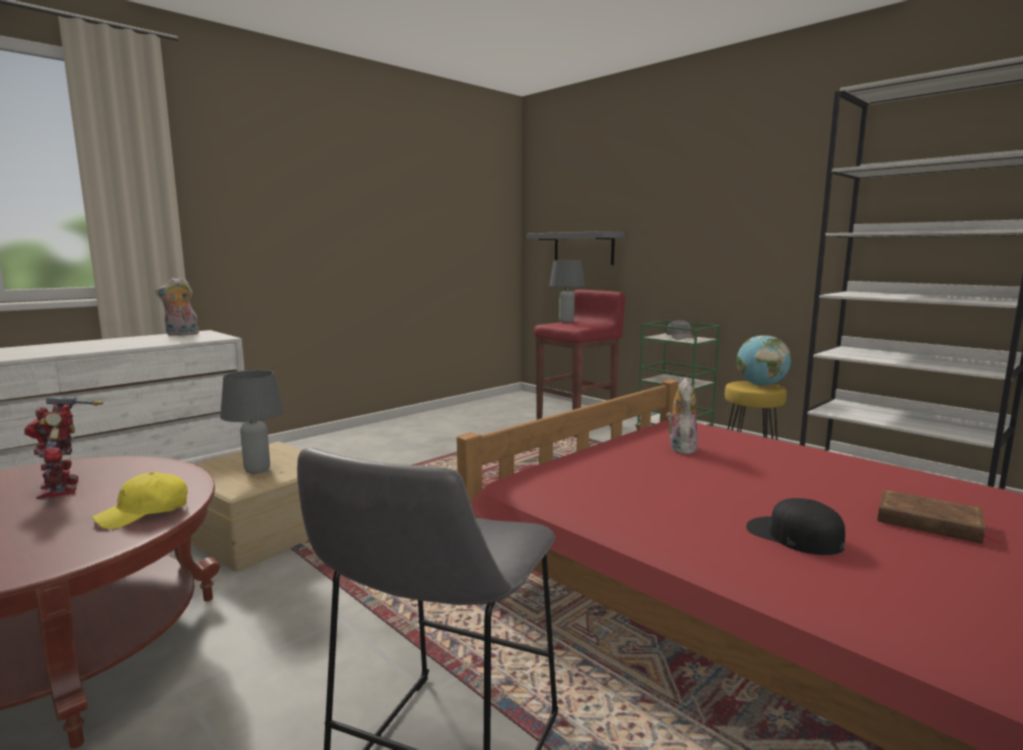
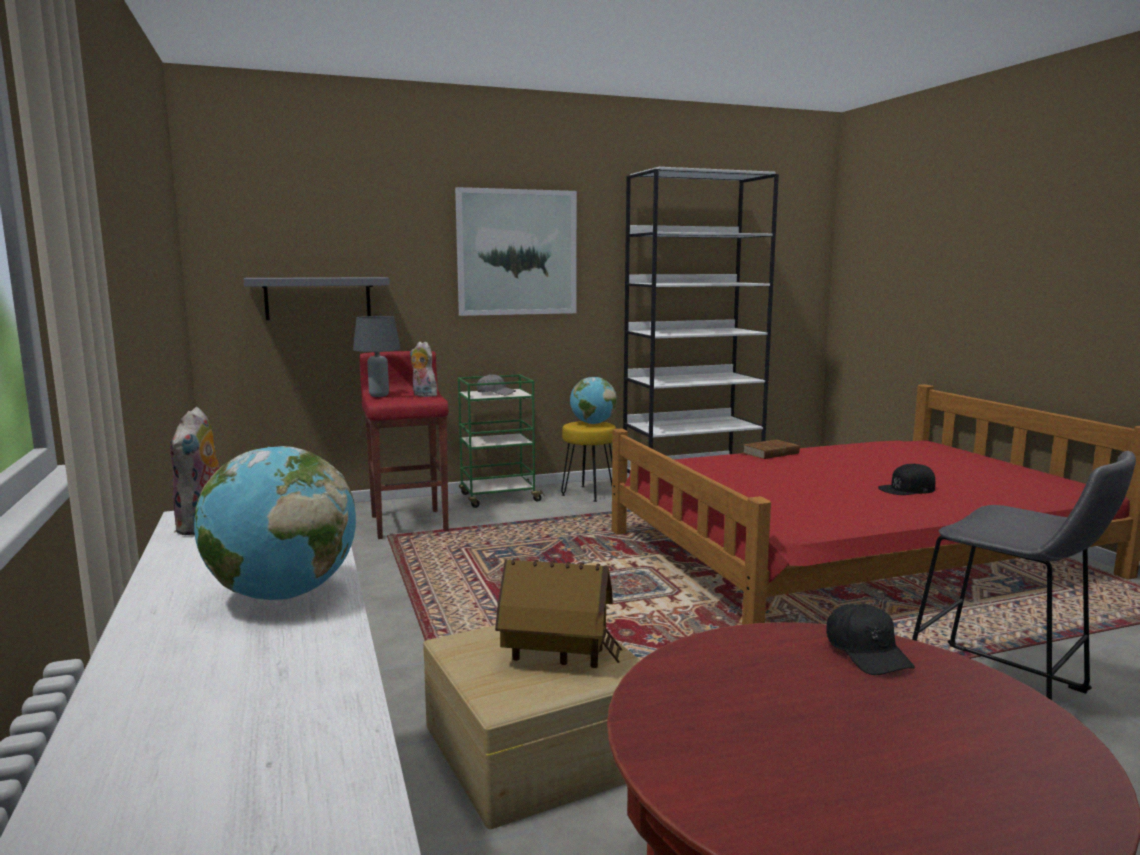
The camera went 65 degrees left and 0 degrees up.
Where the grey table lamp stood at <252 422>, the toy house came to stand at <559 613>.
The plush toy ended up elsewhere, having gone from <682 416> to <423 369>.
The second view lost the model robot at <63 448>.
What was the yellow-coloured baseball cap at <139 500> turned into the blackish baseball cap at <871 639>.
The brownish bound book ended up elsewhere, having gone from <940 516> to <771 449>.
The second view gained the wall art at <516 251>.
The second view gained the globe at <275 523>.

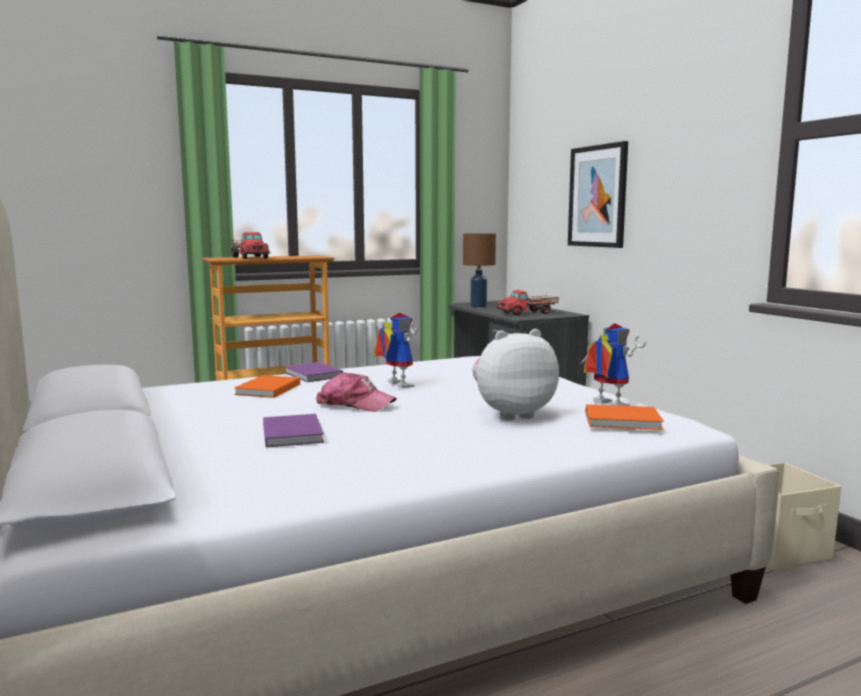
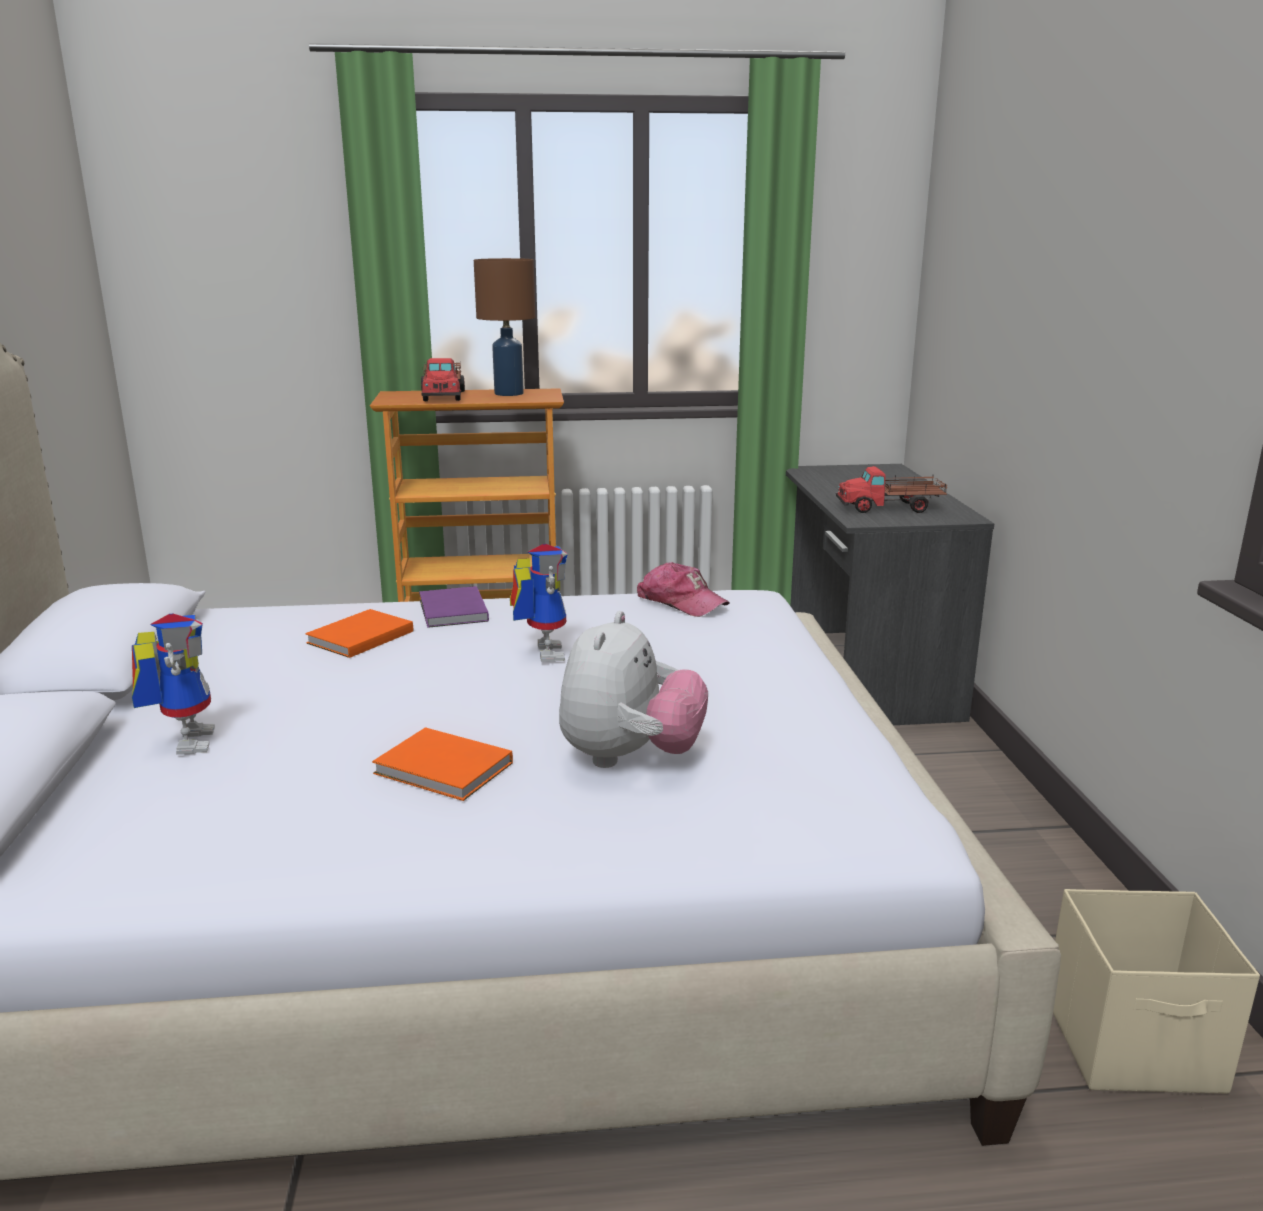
The camera went 20 degrees right and 10 degrees up.
The second view lost the wall art at <598 194>.
The brownish table lamp ended up elsewhere, having gone from <479 270> to <504 327>.
The model robot ended up elsewhere, having gone from <613 364> to <173 684>.
The plush toy at <515 374> ended up facing another way, 105 degrees clockwise from before.
The baseball cap ended up elsewhere, having gone from <356 392> to <683 589>.
The orangey bound book ended up elsewhere, having gone from <624 417> to <442 764>.
The second view lost the purplish bound book at <293 430>.

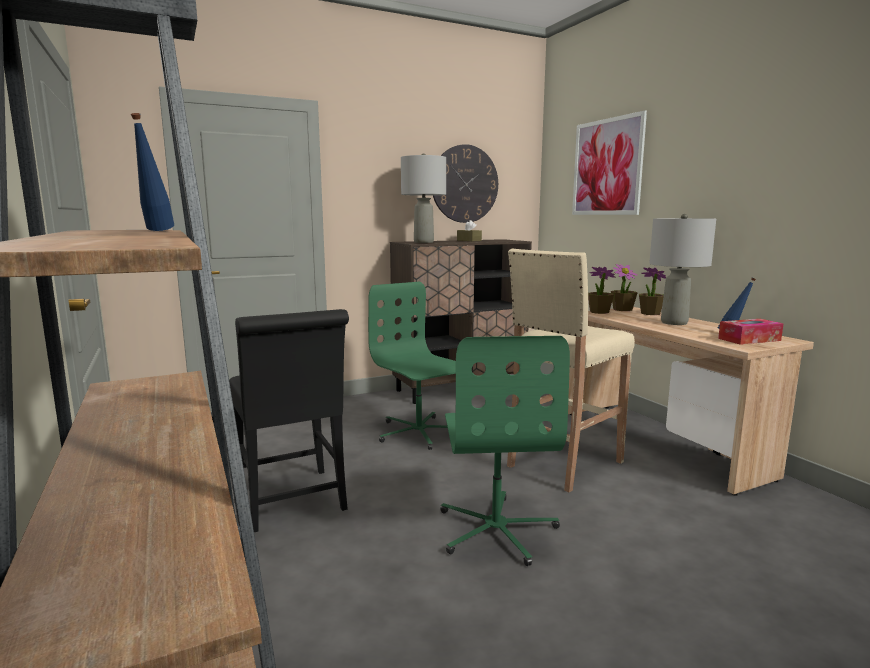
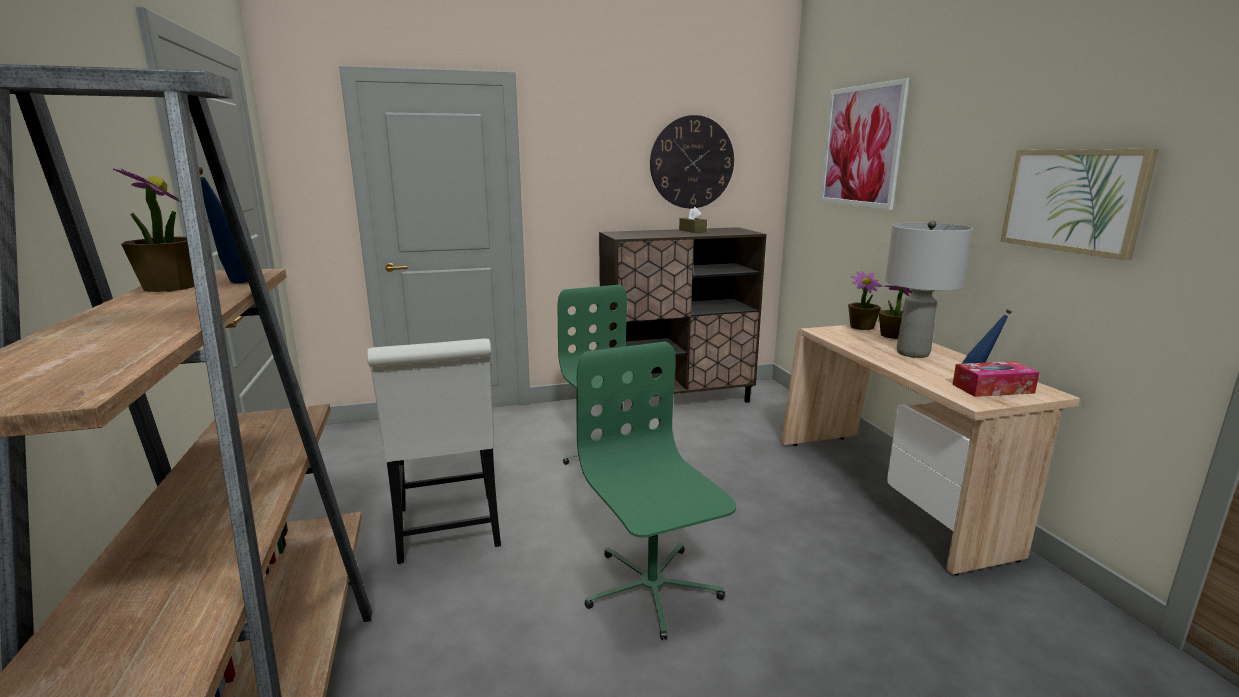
The camera went 10 degrees right and 5 degrees up.
The second view lost the grey table lamp at <423 198>.
The second view lost the beige-coloured stool at <571 370>.
The plant in a pot ended up elsewhere, having gone from <601 290> to <153 230>.
What was the blackish chair at <289 420> turned into the whitish chair at <434 451>.
The green desk chair at <505 451> ended up facing another way, 150 degrees clockwise from before.
The second view gained the wall art at <1080 204>.

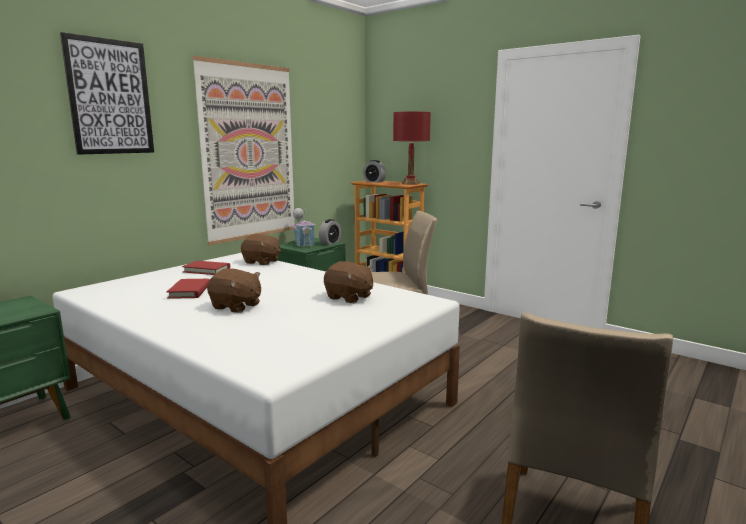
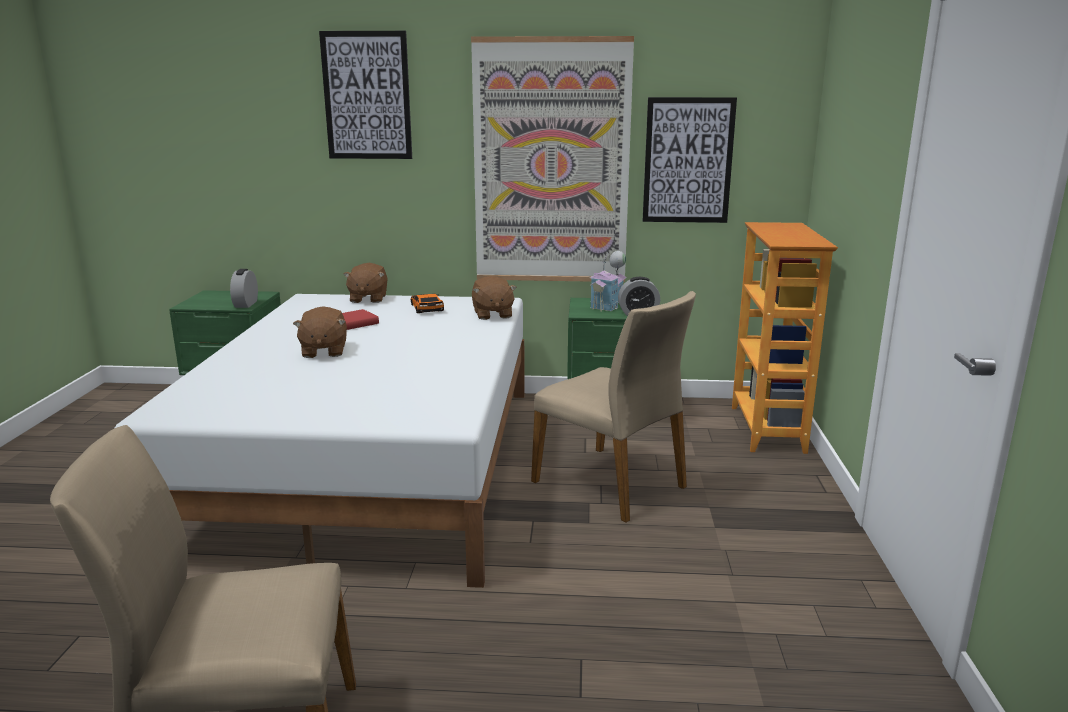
The camera went 55 degrees right and 5 degrees up.
The second view lost the red-coloured table lamp at <412 148>.
The table clock ended up elsewhere, having gone from <374 171> to <244 288>.
Where the red-coloured bound book stood at <206 268>, the toy car came to stand at <427 303>.
The brownish plush toy ended up elsewhere, having gone from <348 282> to <365 283>.
The second view gained the wall art at <690 160>.

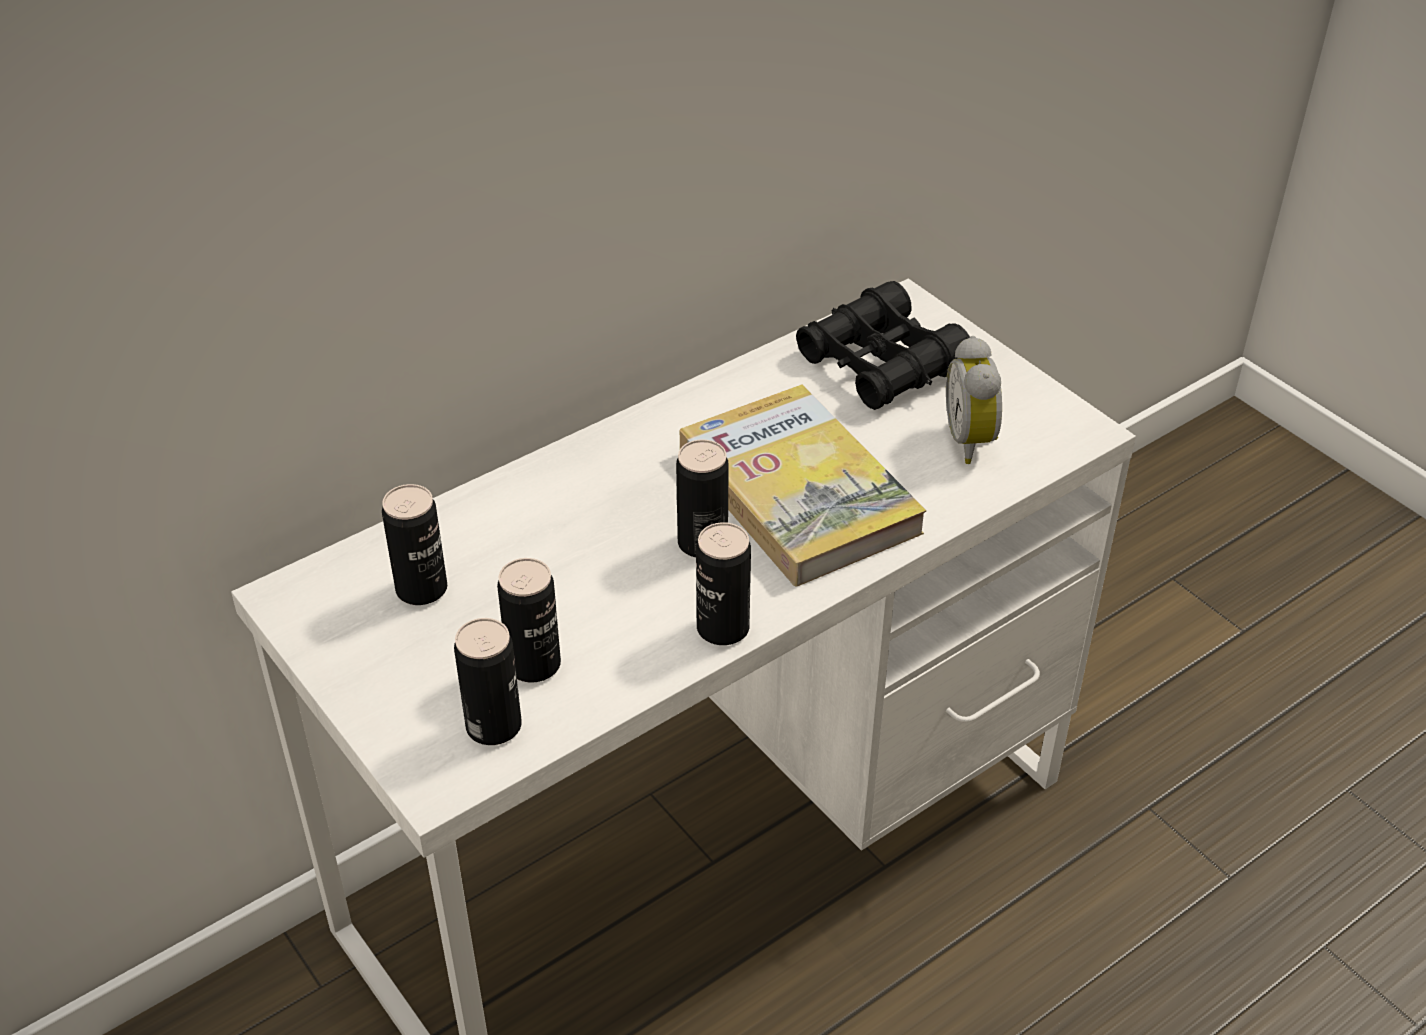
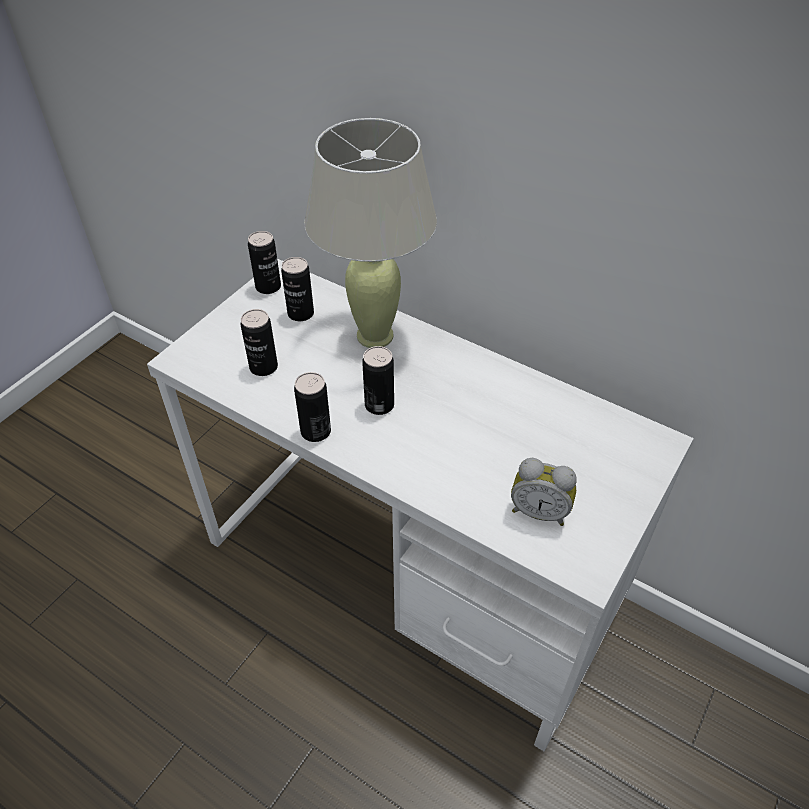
The camera went 70 degrees right and 5 degrees up.
The second view lost the blackish field glasses at <883 345>.
The table clock at <974 400> ended up facing another way, 135 degrees counterclockwise from before.
The second view lost the bound book at <803 485>.
The sealed can ended up elsewhere, having gone from <488 681> to <264 262>.
The second view gained the beige-coloured table lamp at <370 233>.

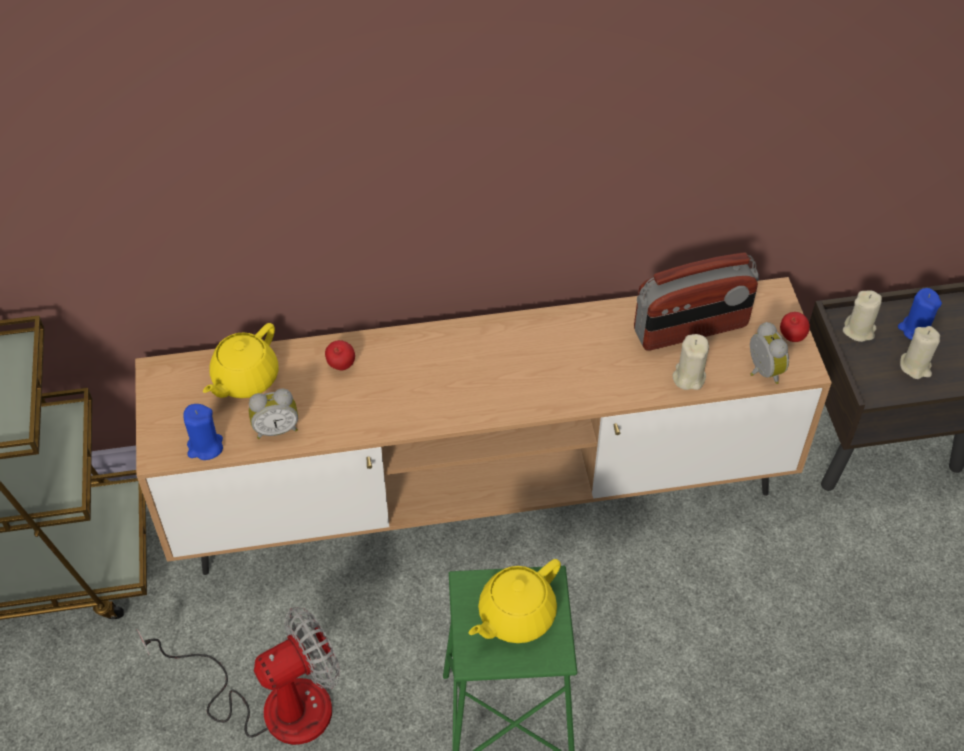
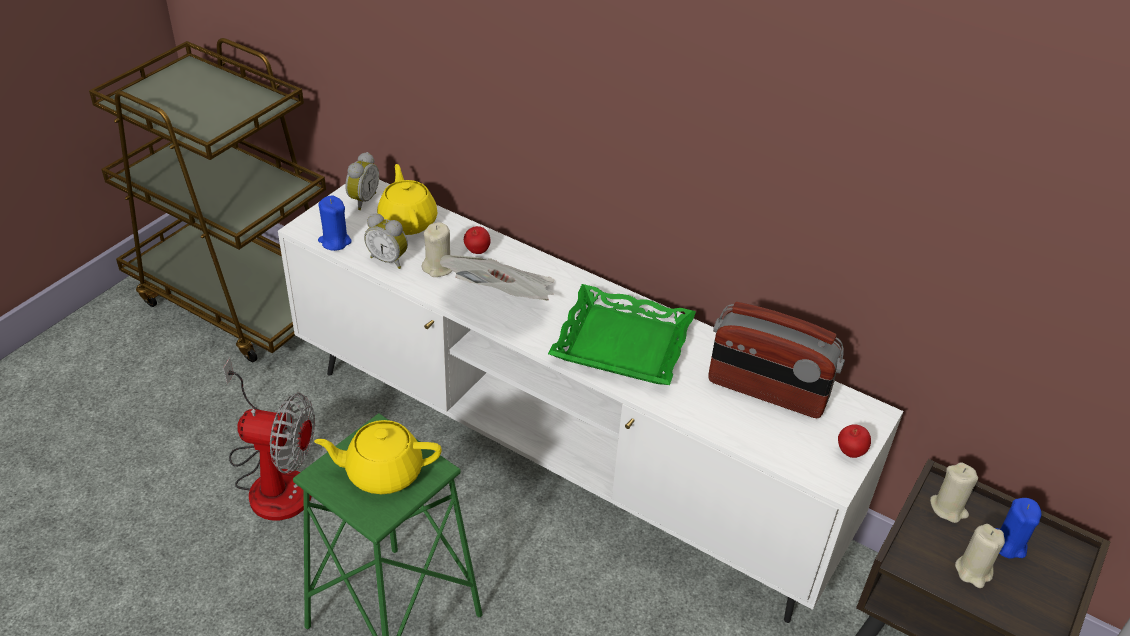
The camera went 40 degrees right and 10 degrees down.
What was the brownish media console at <483 426> turned into the whitish media console at <590 401>.
The table clock ended up elsewhere, having gone from <769 353> to <362 181>.
The yellow-coloured teapot at <241 360> ended up facing another way, 90 degrees clockwise from before.
The beige-coloured wax light ended up elsewhere, having gone from <691 362> to <436 249>.
The second view gained the printed paper at <497 278>.
The second view gained the green tray at <622 334>.

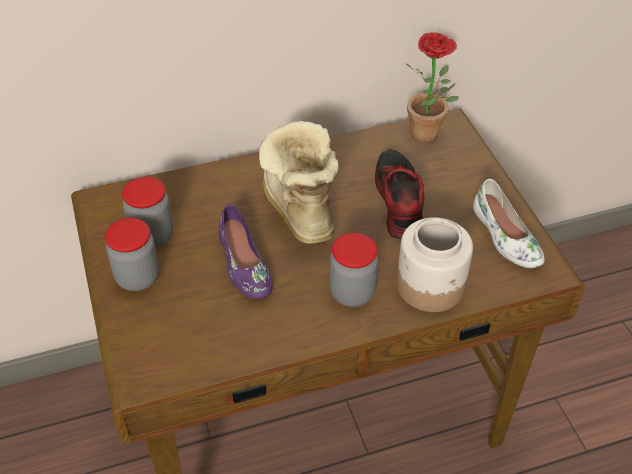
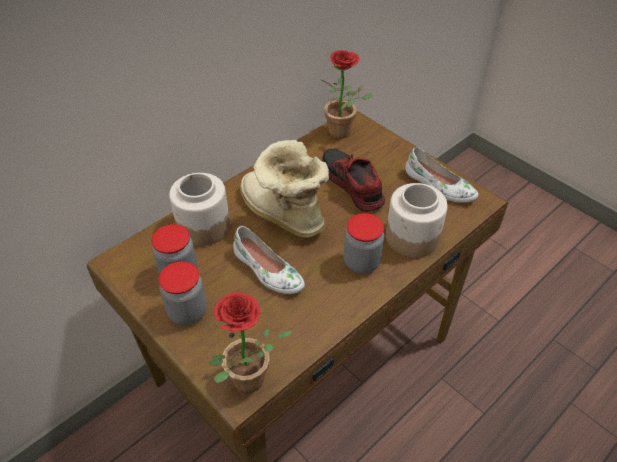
The camera went 25 degrees left and 0 degrees up.
What was the purplish item of footwear at <246 251> turned into the whitish item of footwear at <269 260>.
The second view gained the storage jar at <199 209>.
The second view gained the plant in a pot at <250 342>.

